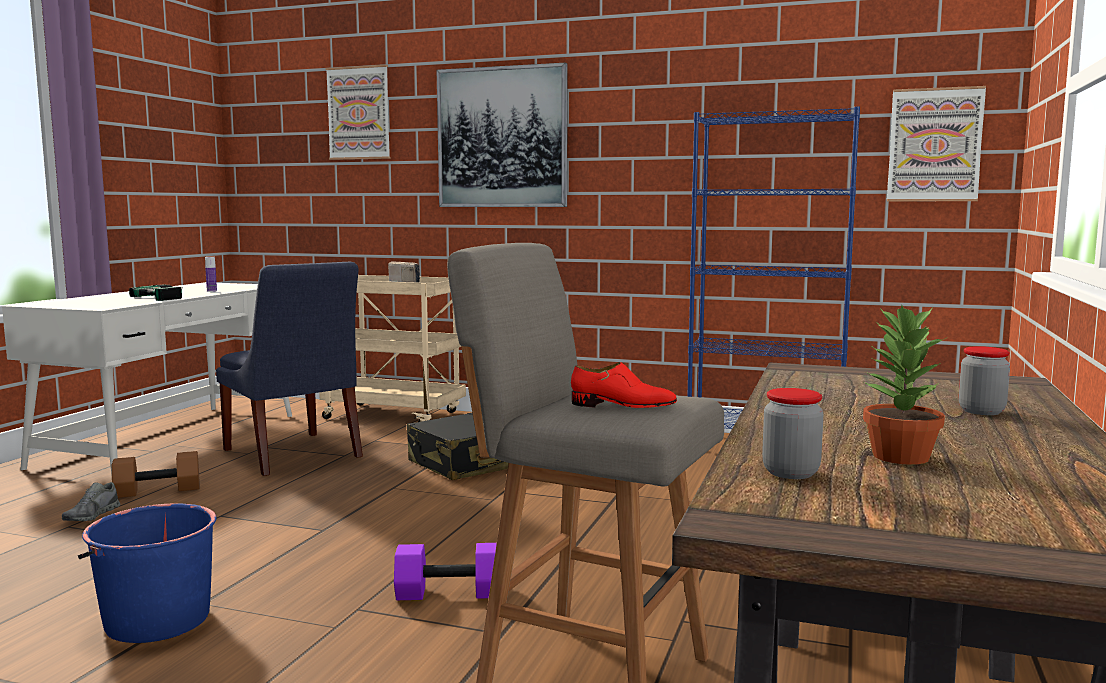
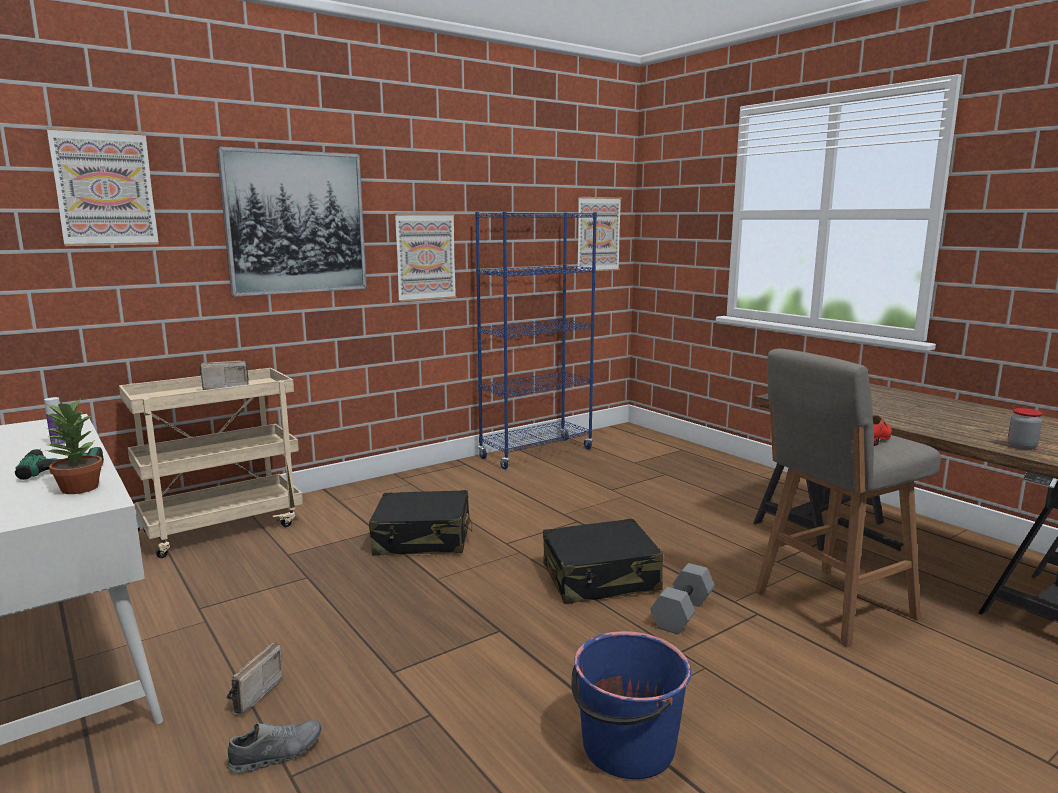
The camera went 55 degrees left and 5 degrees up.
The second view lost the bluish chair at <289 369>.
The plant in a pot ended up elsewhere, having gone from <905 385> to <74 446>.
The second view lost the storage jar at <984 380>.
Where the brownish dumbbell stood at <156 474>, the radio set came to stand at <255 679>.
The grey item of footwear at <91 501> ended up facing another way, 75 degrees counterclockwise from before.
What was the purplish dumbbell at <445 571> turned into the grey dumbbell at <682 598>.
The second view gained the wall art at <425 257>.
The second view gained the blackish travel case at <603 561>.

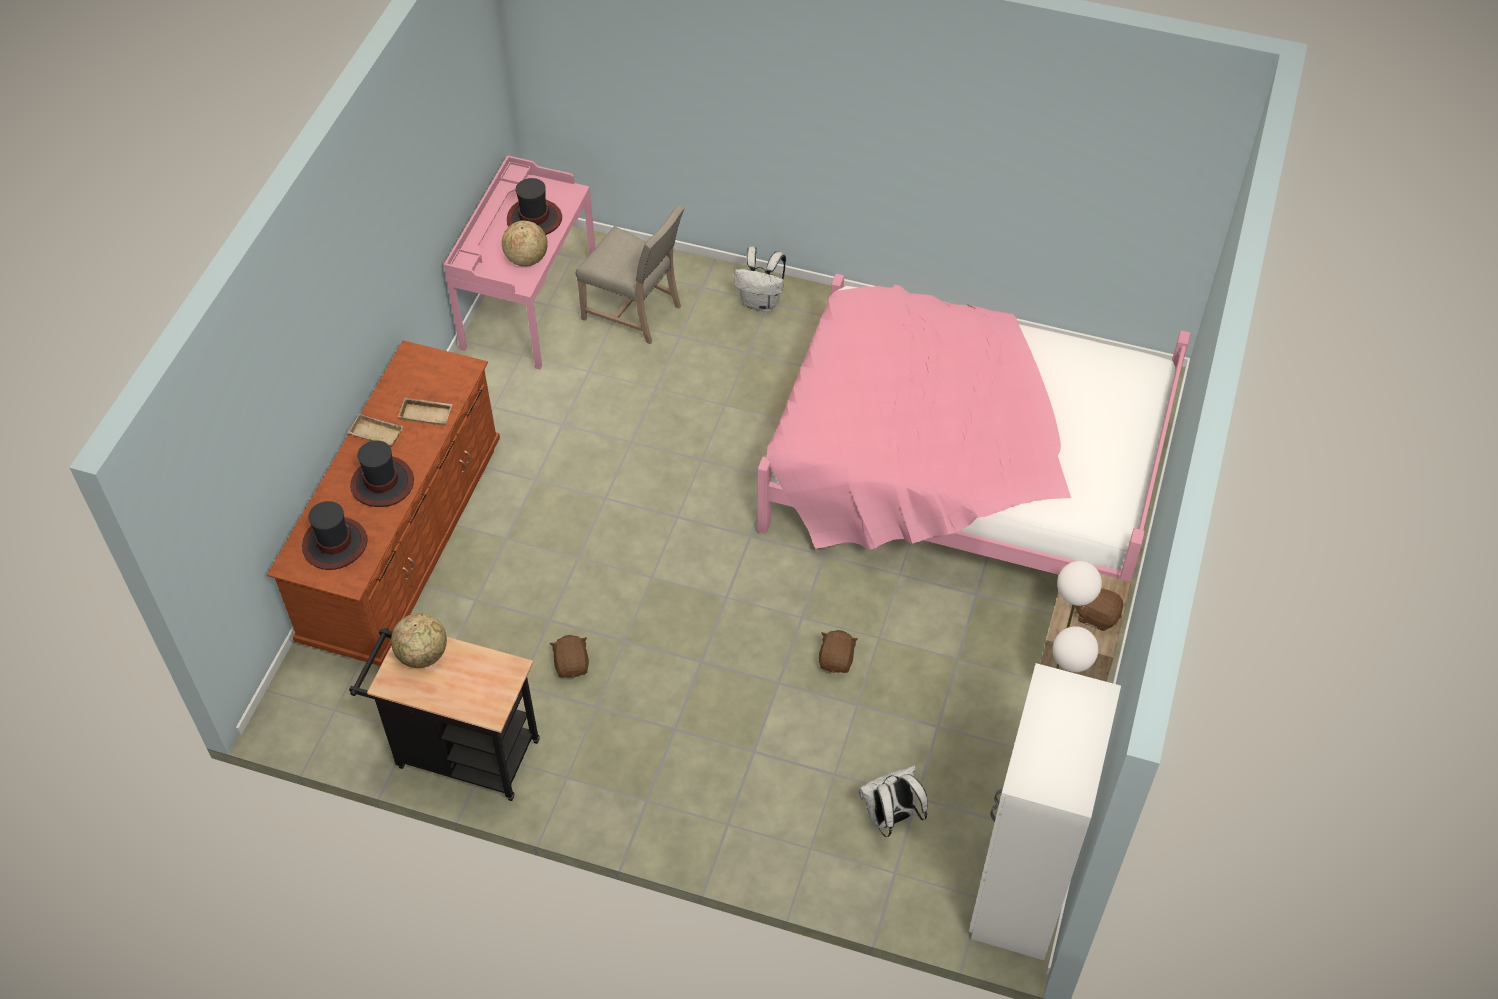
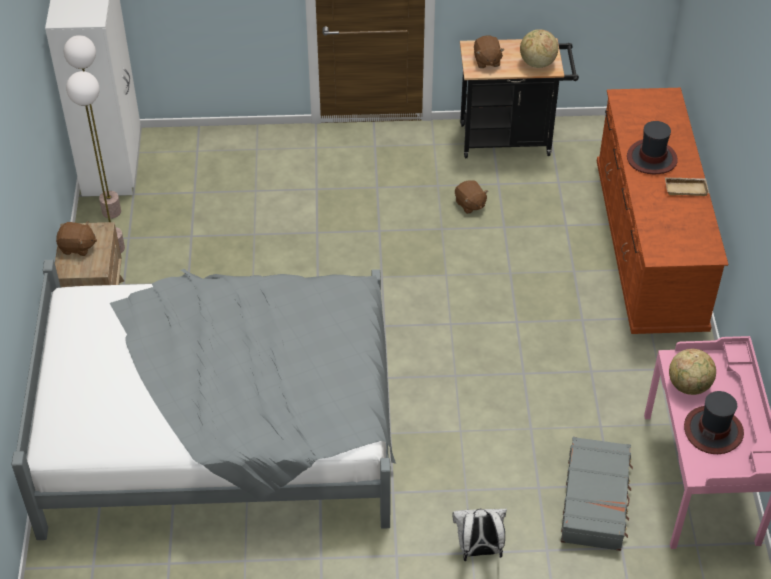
The camera went 160 degrees right and 5 degrees down.
Where the beige-coloured chair stood at <629 274>, the grey travel case came to stand at <597 494>.
What was the pink-coloured bed at <974 428> turned into the grey bed at <203 400>.
The second view lost the beige-coloured tray at <425 412>.
The second view lost the hat at <335 535>.
The brownish plush toy ended up elsewhere, having gone from <838 651> to <489 51>.
The second view lost the whitish backpack at <893 801>.

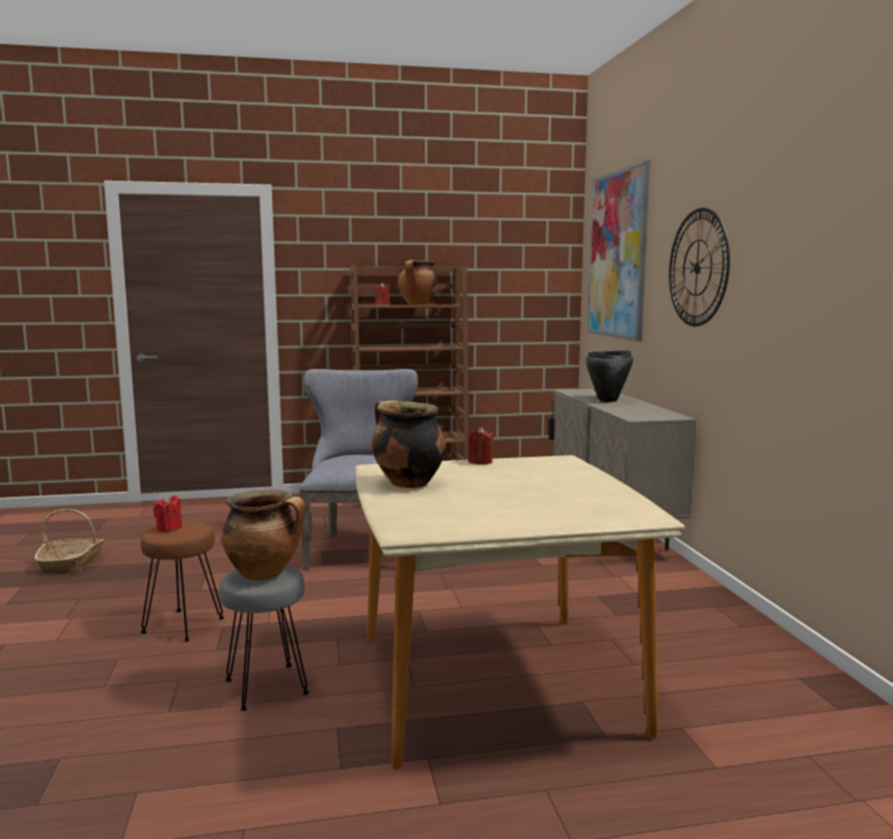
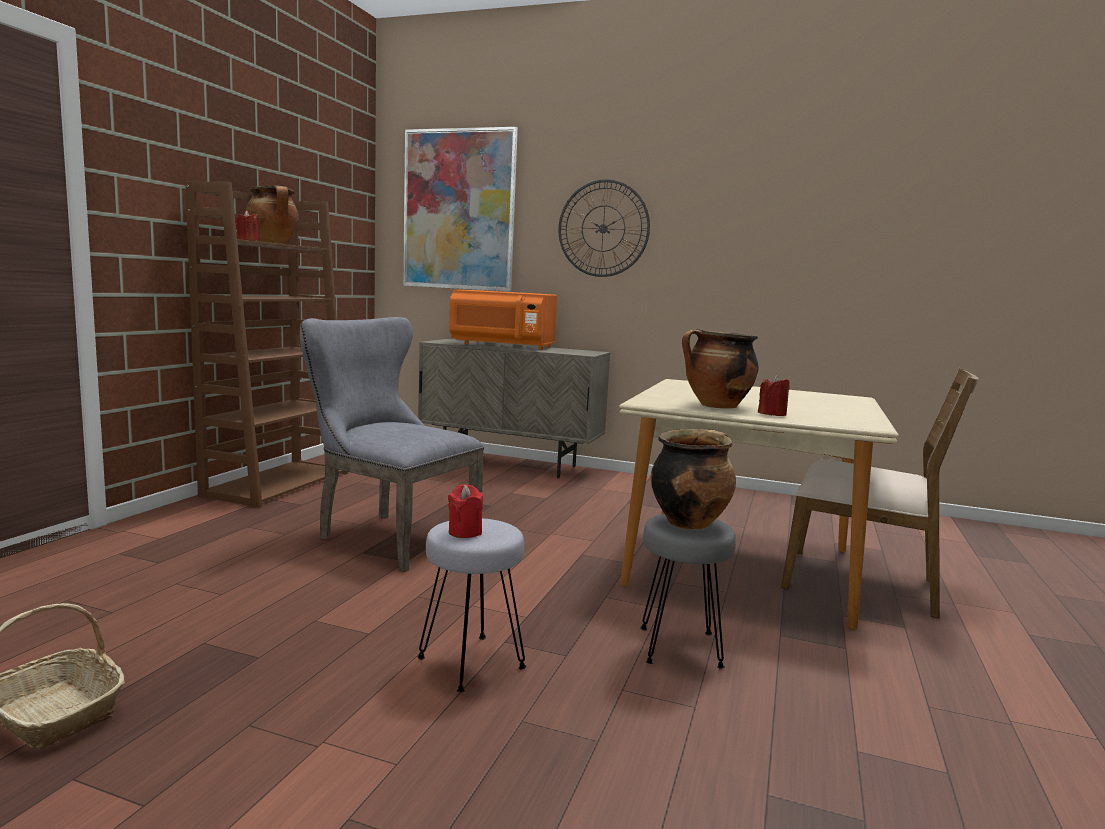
The camera went 60 degrees left and 0 degrees up.
Where the blackish saucepot stood at <609 376>, the orangey microwave oven came to stand at <503 320>.
The red-coloured wax light ended up elsewhere, having gone from <480 445> to <774 395>.
What was the brownish stool at <182 582> turned into the grey stool at <471 605>.
The second view gained the brownish chair at <880 493>.

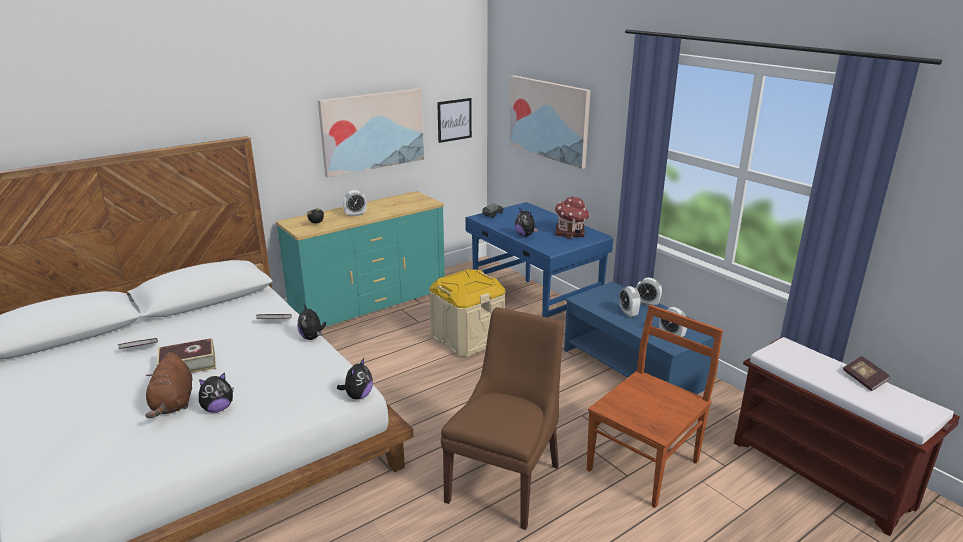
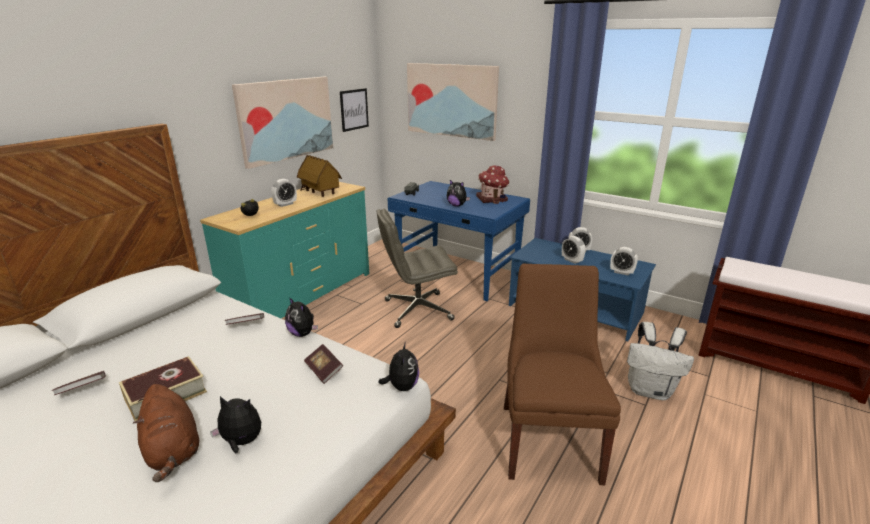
The camera went 20 degrees left and 0 degrees up.
Where the beige-coloured storage box stood at <467 313>, the grey desk chair came to stand at <417 268>.
Where the brownish chair stood at <655 406>, the whitish backpack came to stand at <660 361>.
The bound book ended up elsewhere, having gone from <866 373> to <323 364>.
The plush toy at <216 392> ended up facing another way, 120 degrees counterclockwise from before.
The second view gained the toy house at <319 176>.

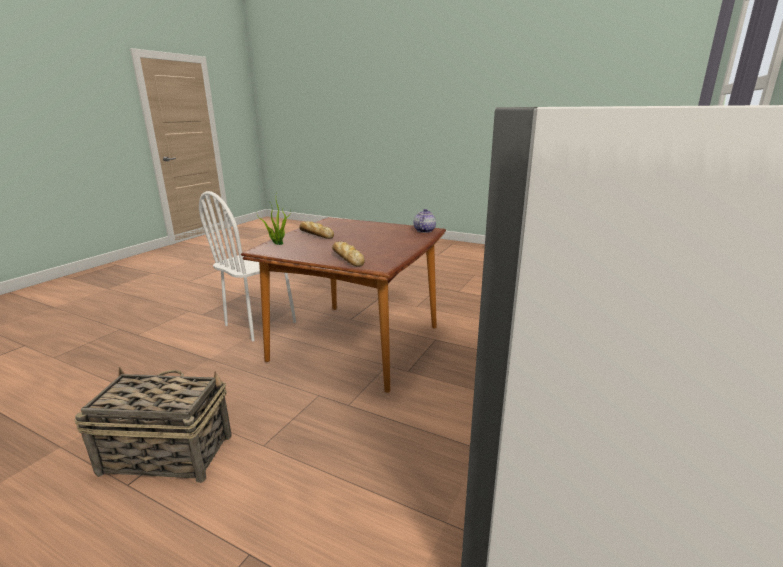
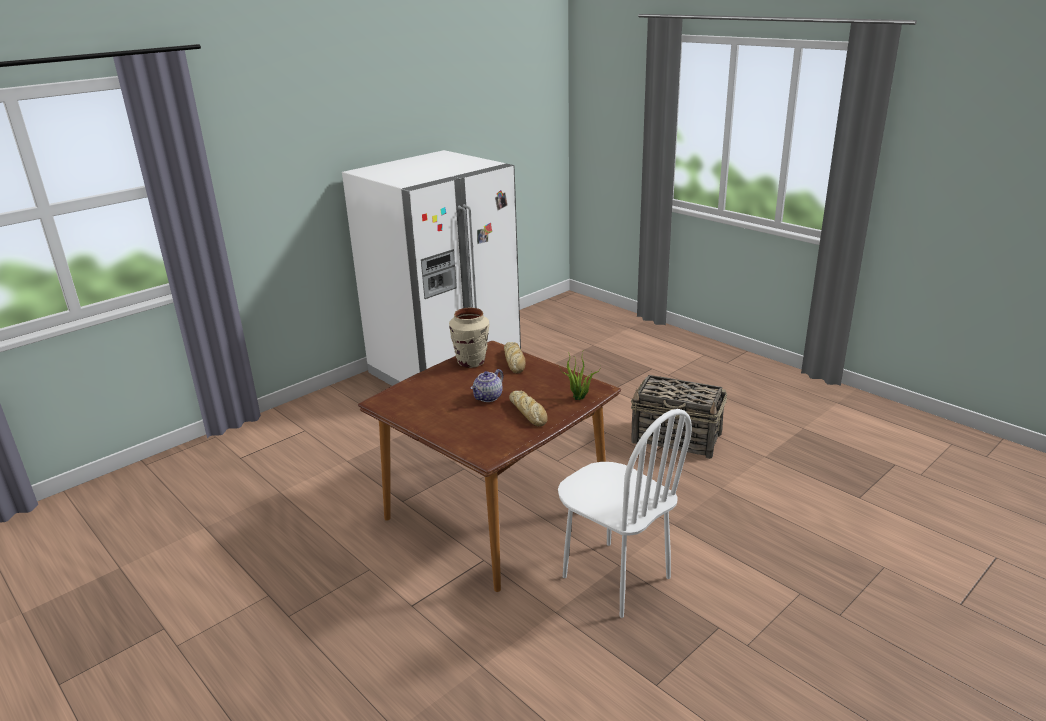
The camera went 160 degrees left and 5 degrees up.
The whitish chair at <247 266> ended up facing another way, 75 degrees clockwise from before.
The teapot ended up elsewhere, having gone from <425 221> to <487 385>.
The second view gained the beige-coloured vase at <469 338>.

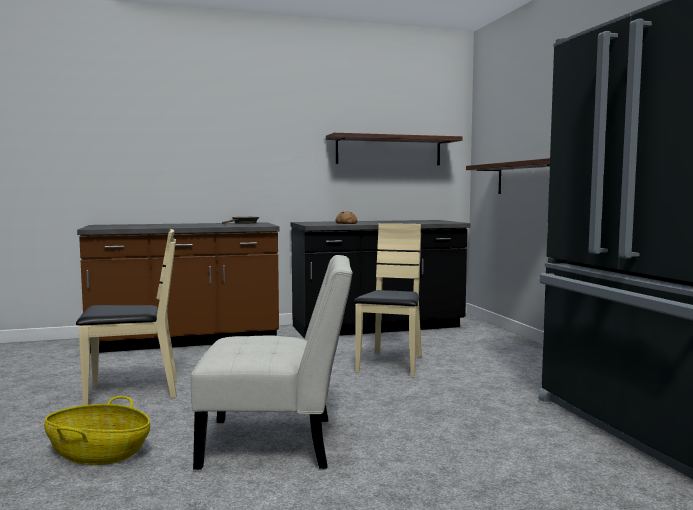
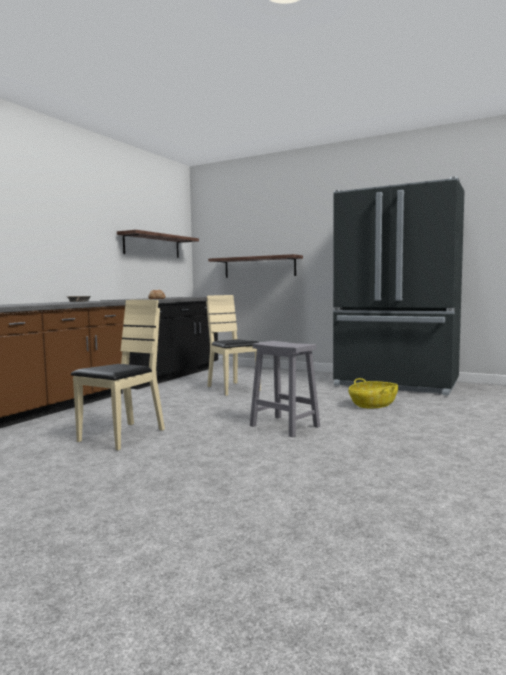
The camera went 45 degrees left and 0 degrees up.
Where the whitish chair stood at <272 362>, the grey stool came to stand at <285 389>.
The household basket ended up elsewhere, having gone from <97 430> to <373 393>.

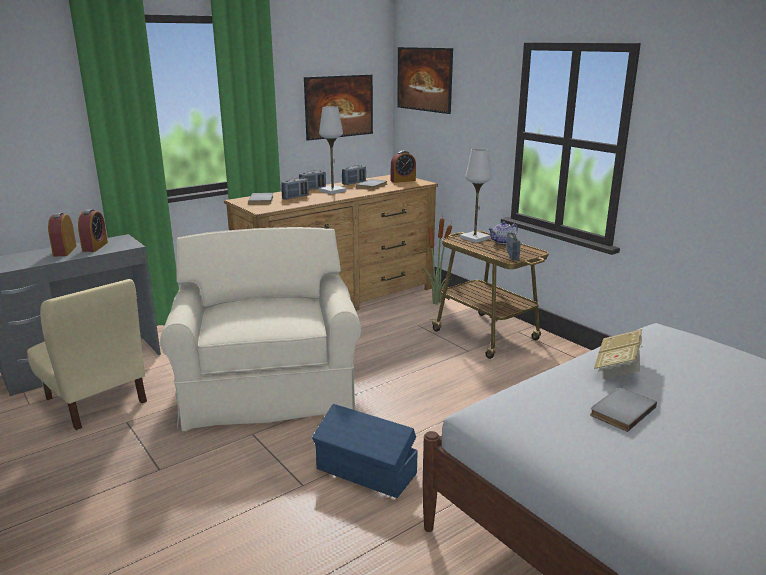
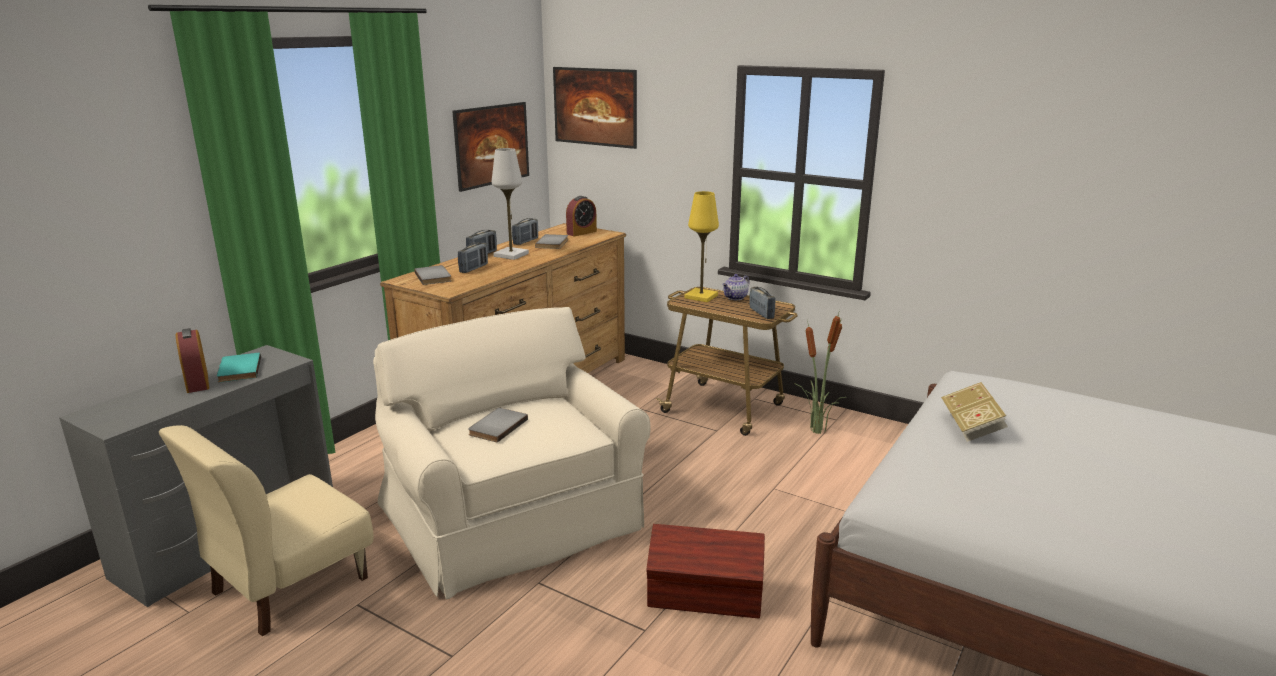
The camera went 20 degrees left and 0 degrees up.
What was the whitish table lamp at <475 196> turned into the yellow-coloured table lamp at <702 246>.
Where the table clock stood at <93 230>, the turquoise-coloured bound book came to stand at <239 367>.
The plant in a pot ended up elsewhere, having gone from <436 260> to <820 372>.
The beige-coloured chair at <87 354> ended up facing another way, 105 degrees clockwise from before.
The grey bound book ended up elsewhere, having gone from <623 409> to <498 425>.
What was the bluish storage box at <365 451> turned into the brownish storage box at <706 571>.

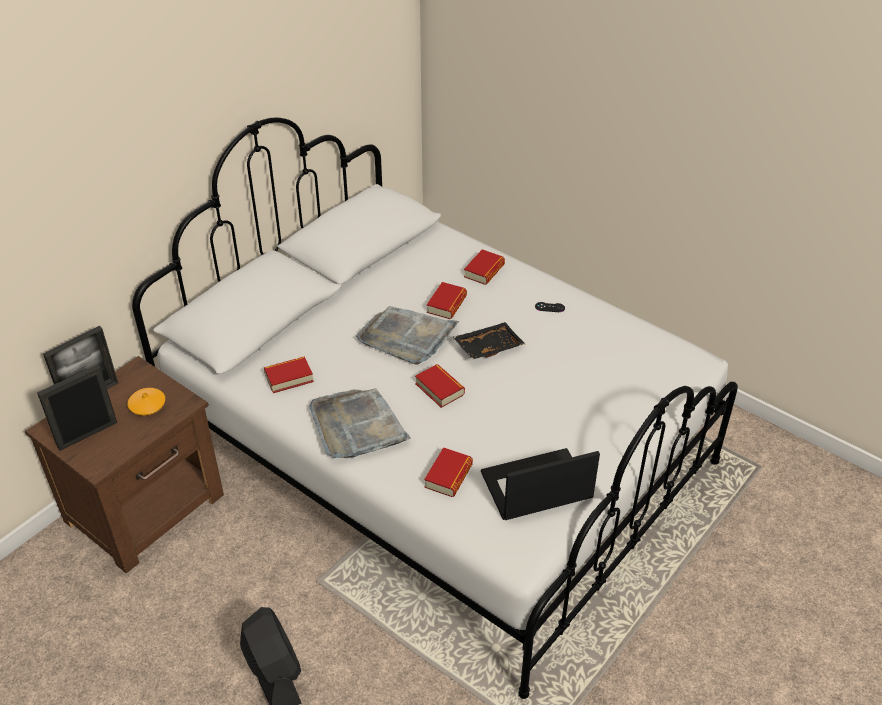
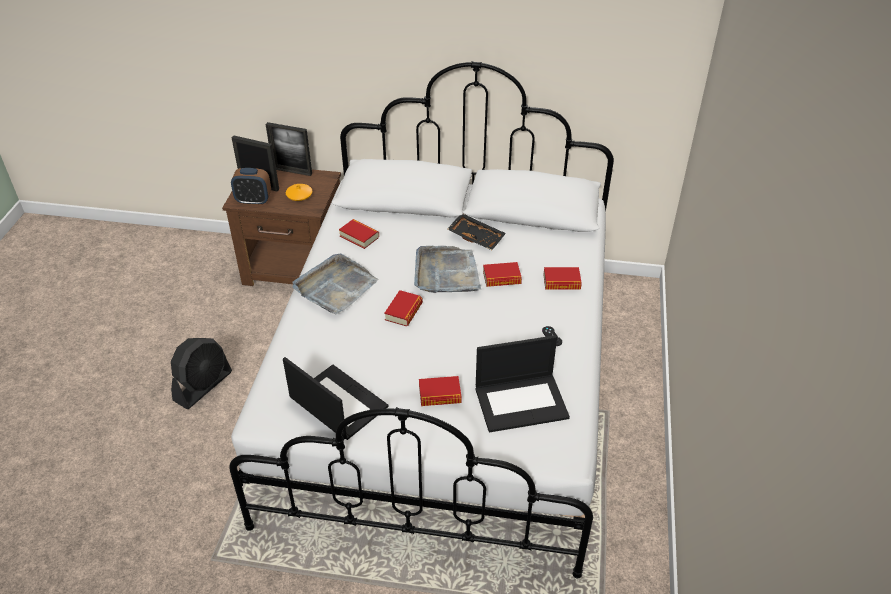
The camera went 60 degrees right and 0 degrees up.
The blackish tray ended up elsewhere, having gone from <489 341> to <477 232>.
The bound book ended up elsewhere, having gone from <448 472> to <440 391>.
The second view gained the table clock at <251 186>.
The second view gained the laptop at <523 383>.

